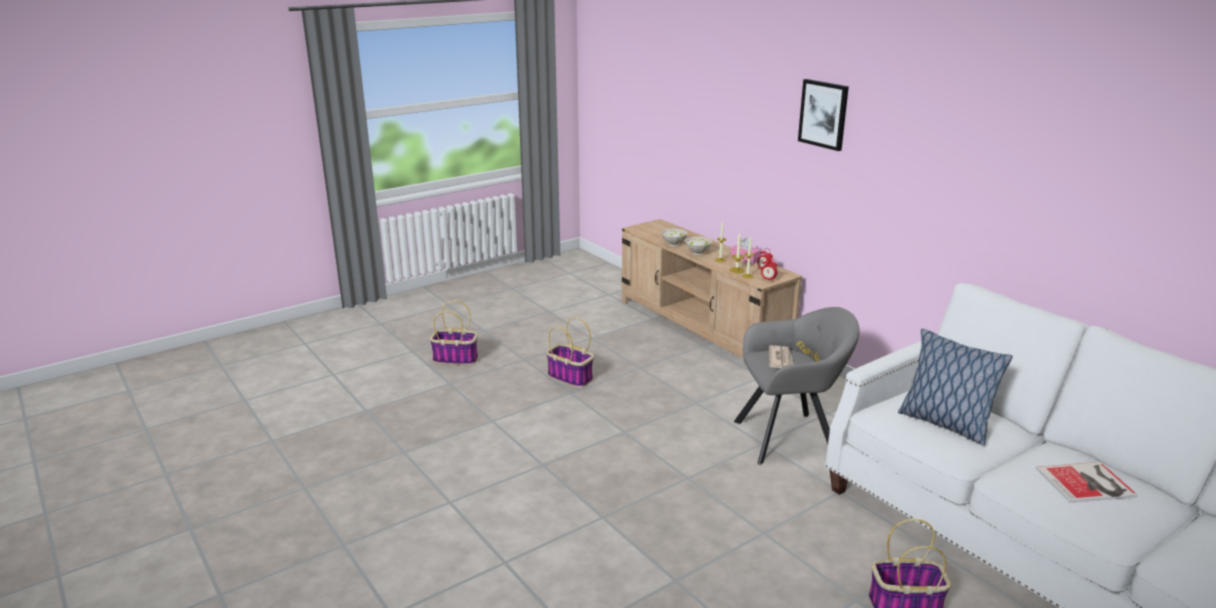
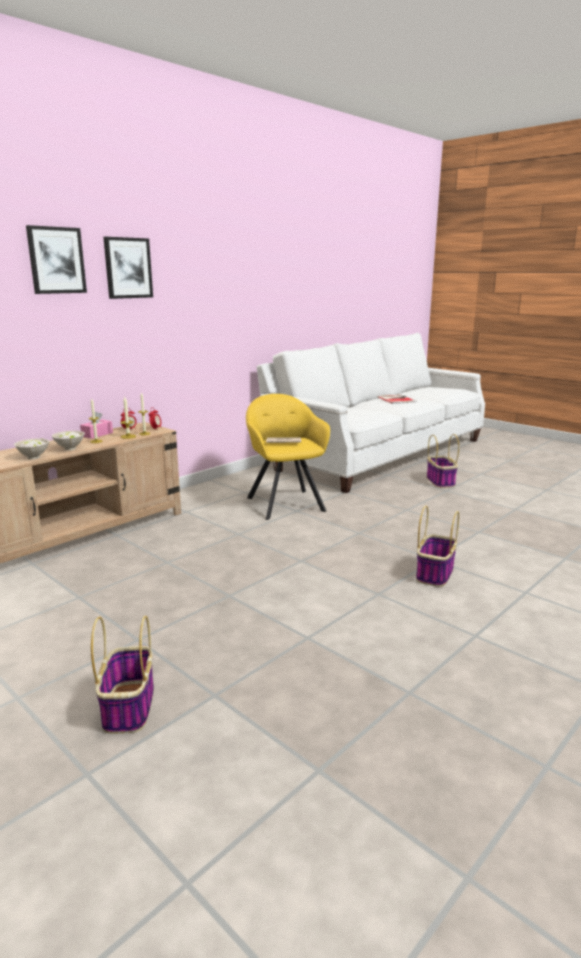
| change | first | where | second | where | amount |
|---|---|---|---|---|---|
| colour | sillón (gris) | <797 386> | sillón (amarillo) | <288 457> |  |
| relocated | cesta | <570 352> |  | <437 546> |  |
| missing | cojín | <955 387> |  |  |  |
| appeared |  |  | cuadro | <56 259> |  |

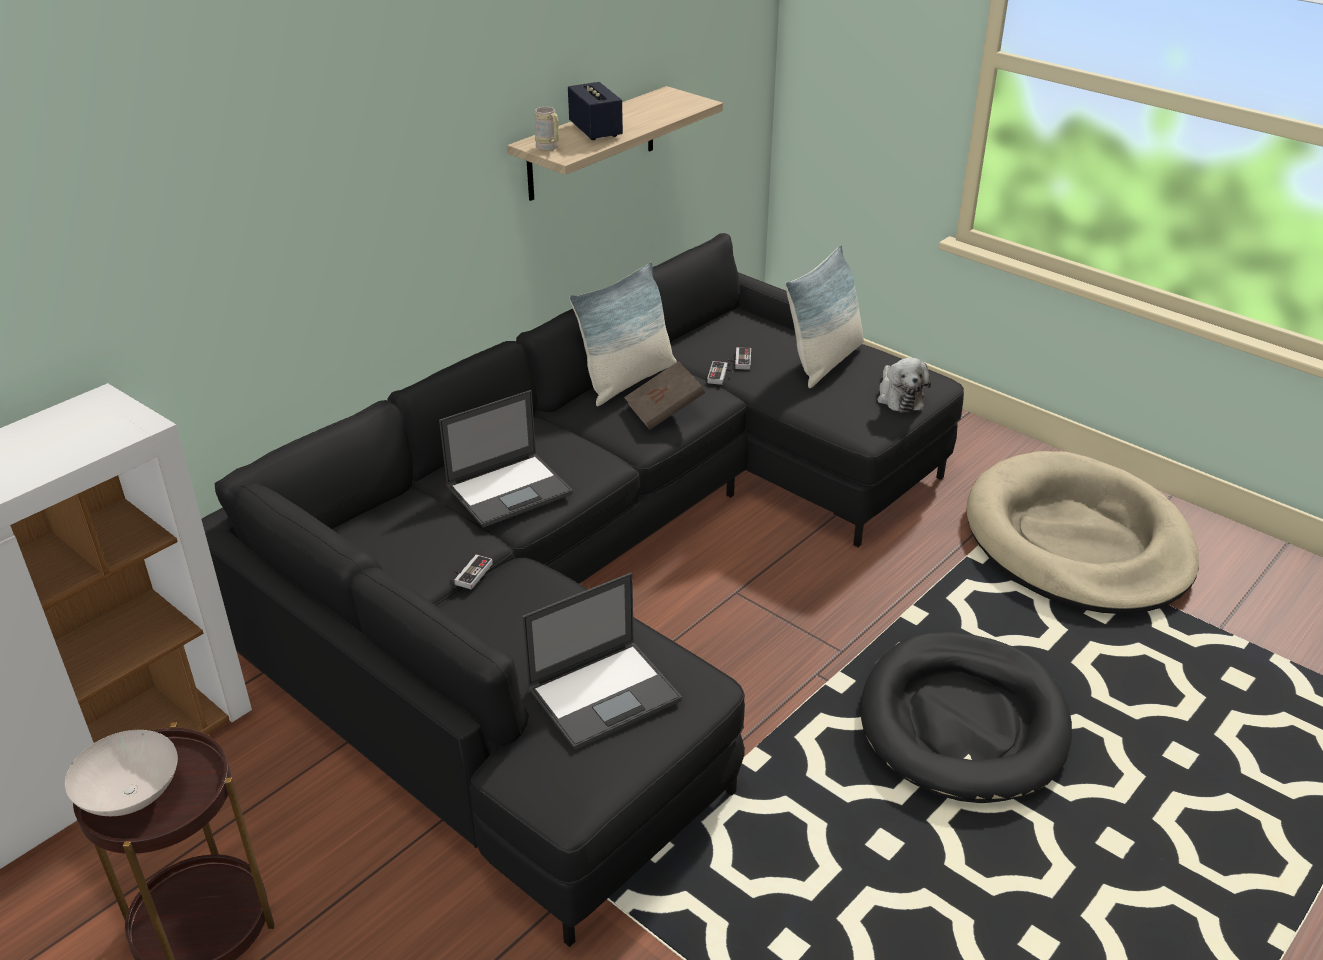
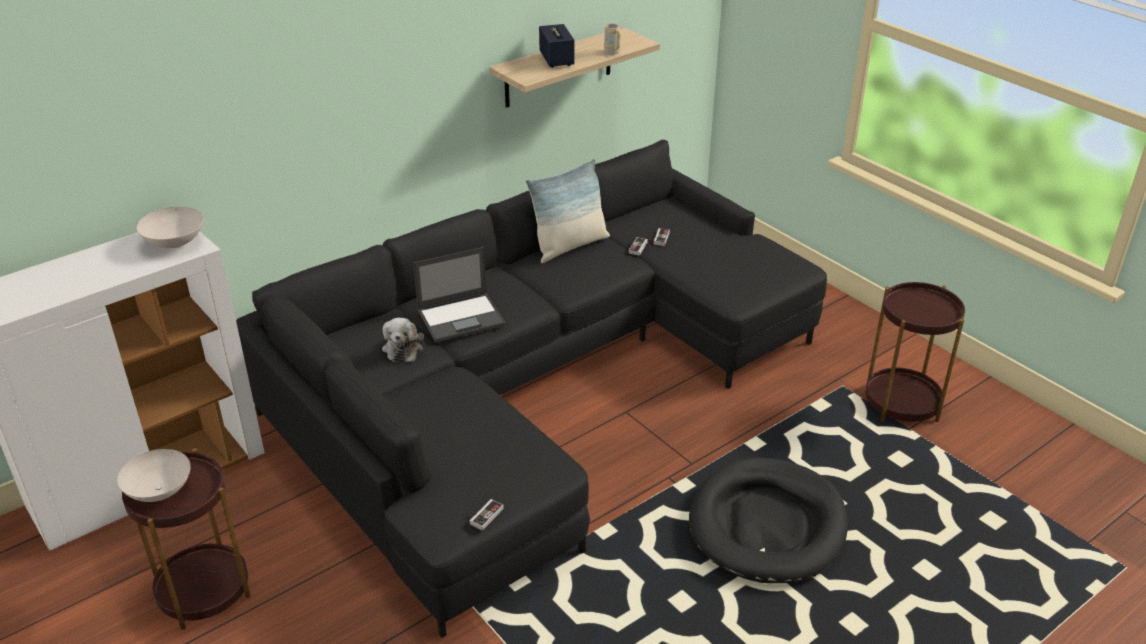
| change | first | where | second | where | amount |
|---|---|---|---|---|---|
| relocated | taza grande (beis) | <547 129> |  | <612 39> |  |
| missing | cojín | <824 316> |  |  |  |
| relocated | peluche | <904 385> |  | <403 340> |  |
| missing | libro (marrón) | <664 395> |  |  |  |
| exchanged | cama para perro (beis) | <1083 532> | mesa auxiliar (marrón) | <915 352> |  |
| relocated | mando de consola | <473 571> |  | <487 514> |  |
| missing | portátil | <602 661> |  |  |  |
| appeared |  |  | cuenco (blanco) | <170 227> |  |

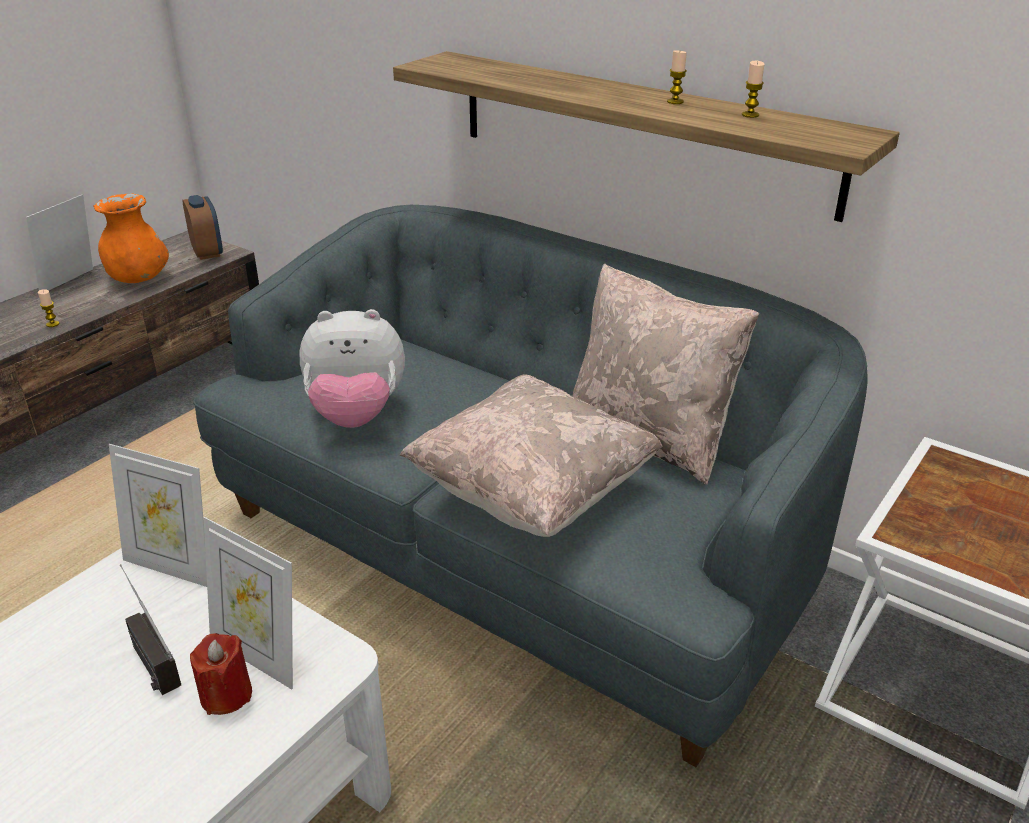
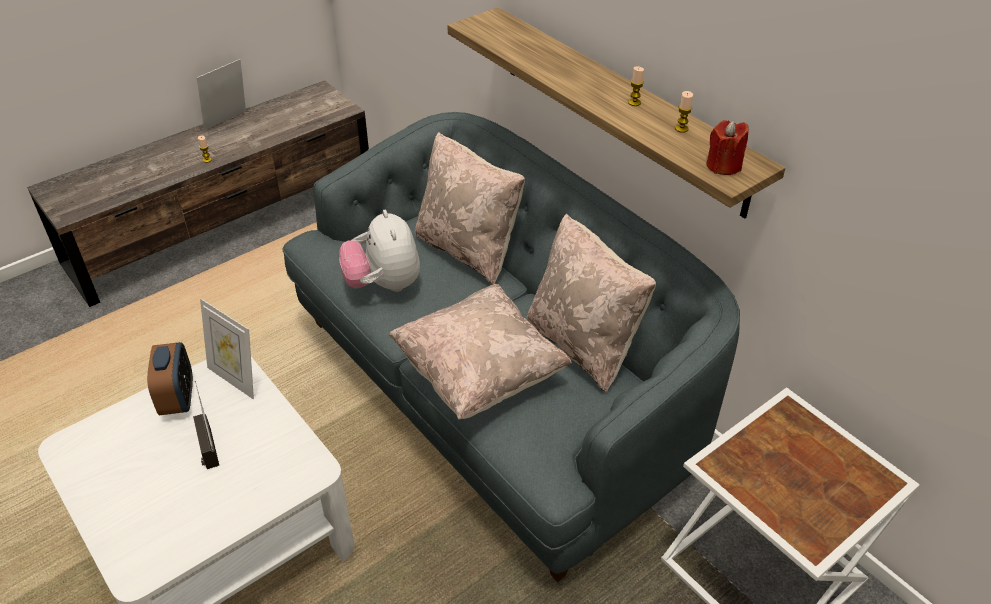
| change | first | where | second | where | amount |
|---|---|---|---|---|---|
| missing | florero (naranja) | <131 238> |  |  |  |
| relocated | despertador | <202 227> |  | <170 378> |  |
| spun | peluche | <352 368> |  | <379 251> | 60 degrees clockwise |
| missing | portarretratos | <248 603> |  |  |  |
| relocated | vela (rojo) | <221 674> |  | <727 147> |  |
| appeared |  |  | cojín (beis) | <470 208> |  |

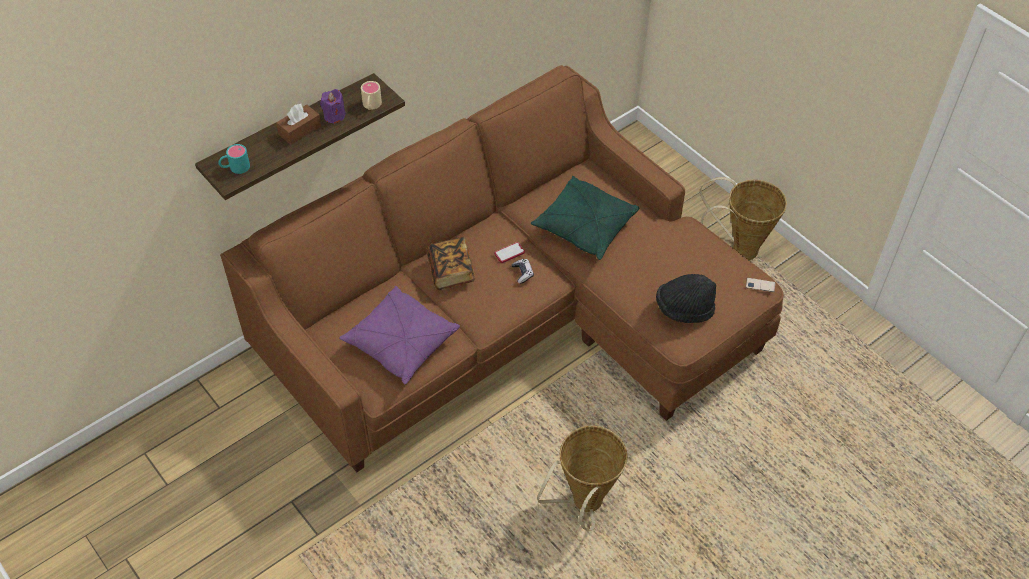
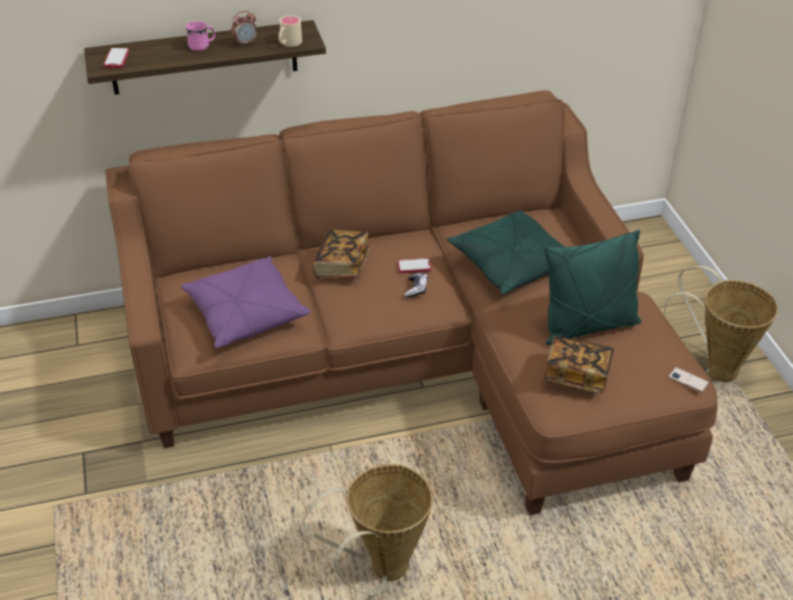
| change | first | where | second | where | amount |
|---|---|---|---|---|---|
| exchanged | vela (morado) | <333 106> | despertador | <244 28> |  |
| exchanged | caja de pañuelos (marrón) | <298 124> | taza grande (rosa) | <200 36> |  |
| exchanged | taza grande (turquesa) | <234 159> | móvil | <116 58> |  |
| exchanged | sombrero (negro) | <686 298> | libro | <579 364> |  |
| appeared |  |  | cojín (verde) | <592 287> |  |

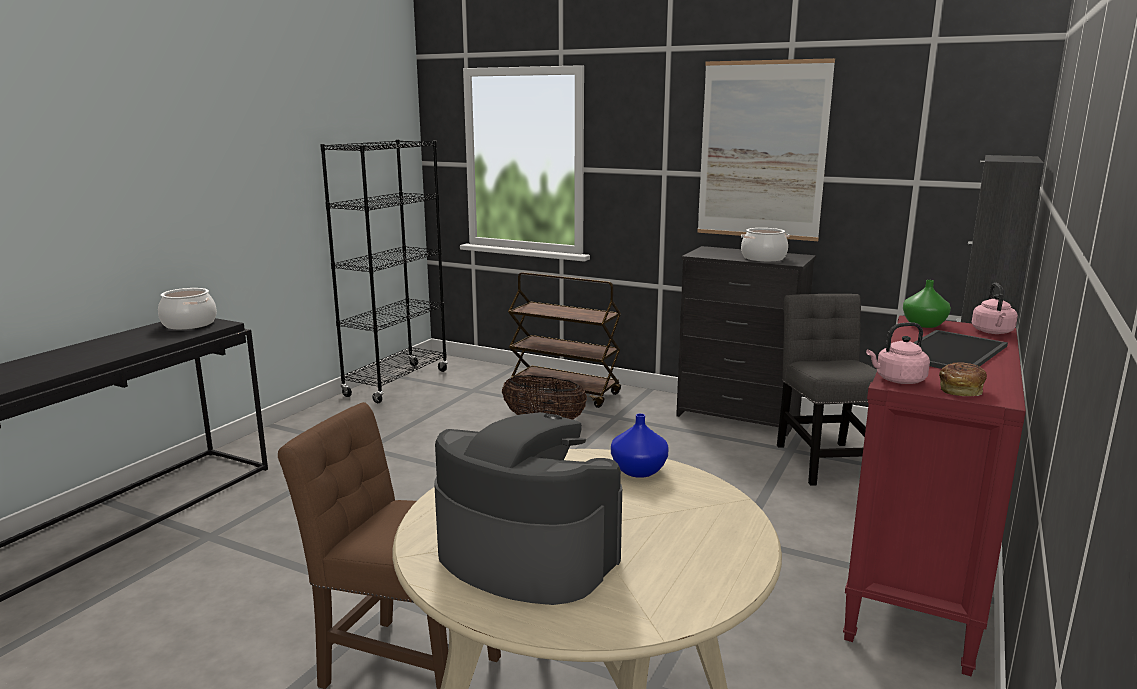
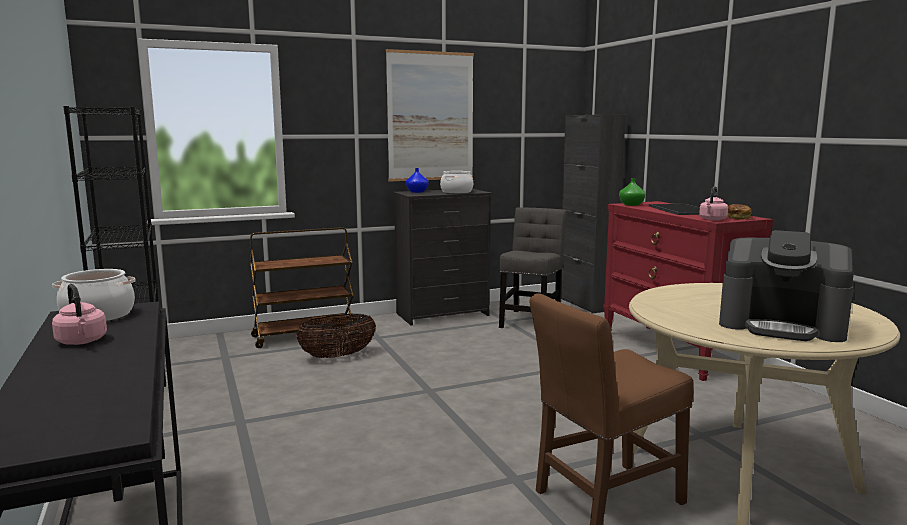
| change | first | where | second | where | amount |
|---|---|---|---|---|---|
| relocated | hervidor (rosa) | <995 308> |  | <79 314> |  |
| spun | silla (gris) | <827 390> |  | <533 267> | 75 degrees clockwise |
| spun | cafetera | <528 508> |  | <786 286> | 135 degrees counterclockwise |
| relocated | florero (azul) | <640 445> |  | <417 180> |  |

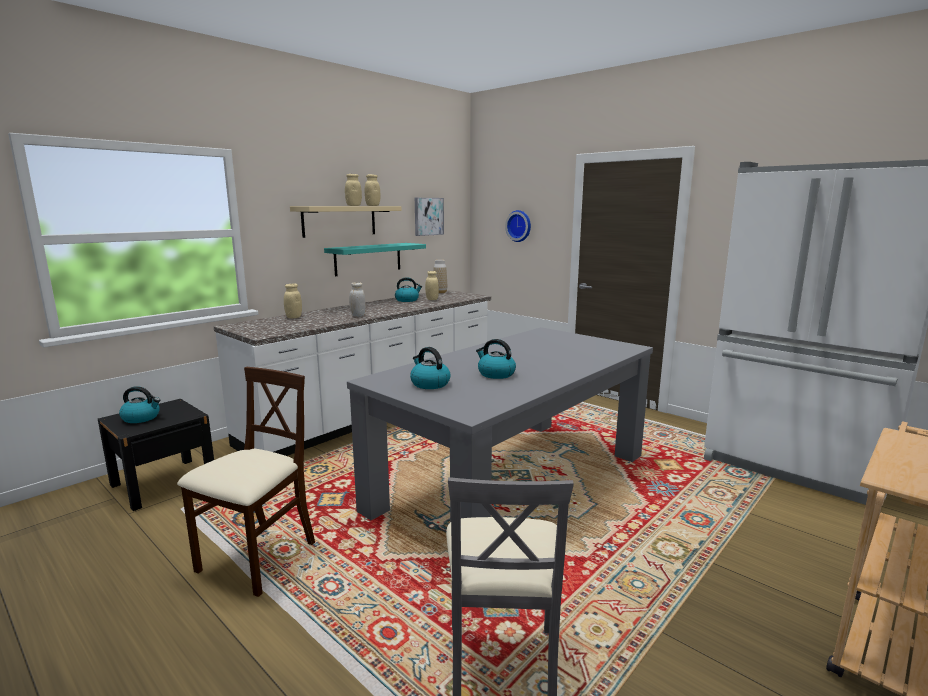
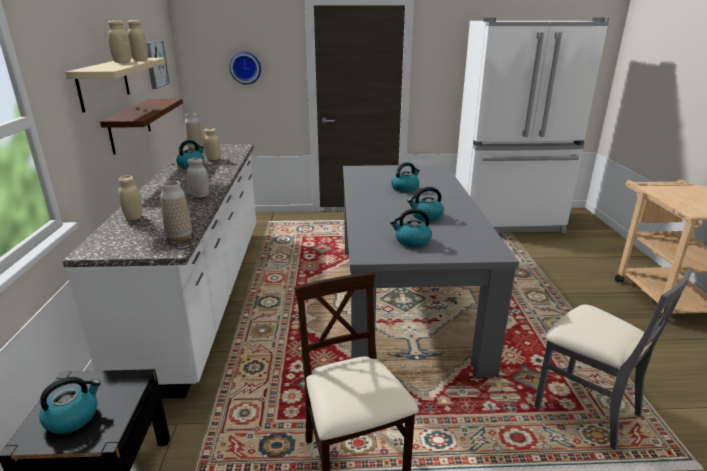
| change | first | where | second | where | amount |
|---|---|---|---|---|---|
| colour | estante (turquesa) | <375 260> | estante (marrón) | <141 127> |  |
| appeared |  |  | hervidor | <405 177> |  |
| appeared |  |  | florero | <176 211> |  |

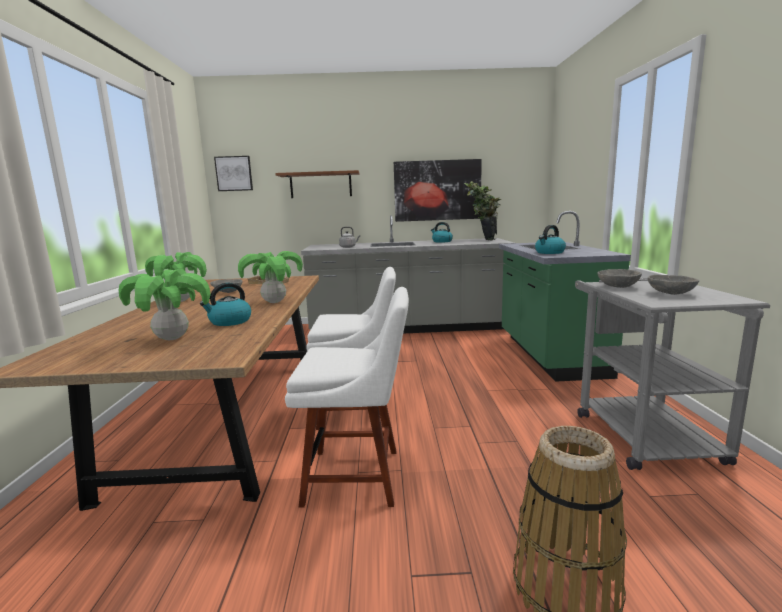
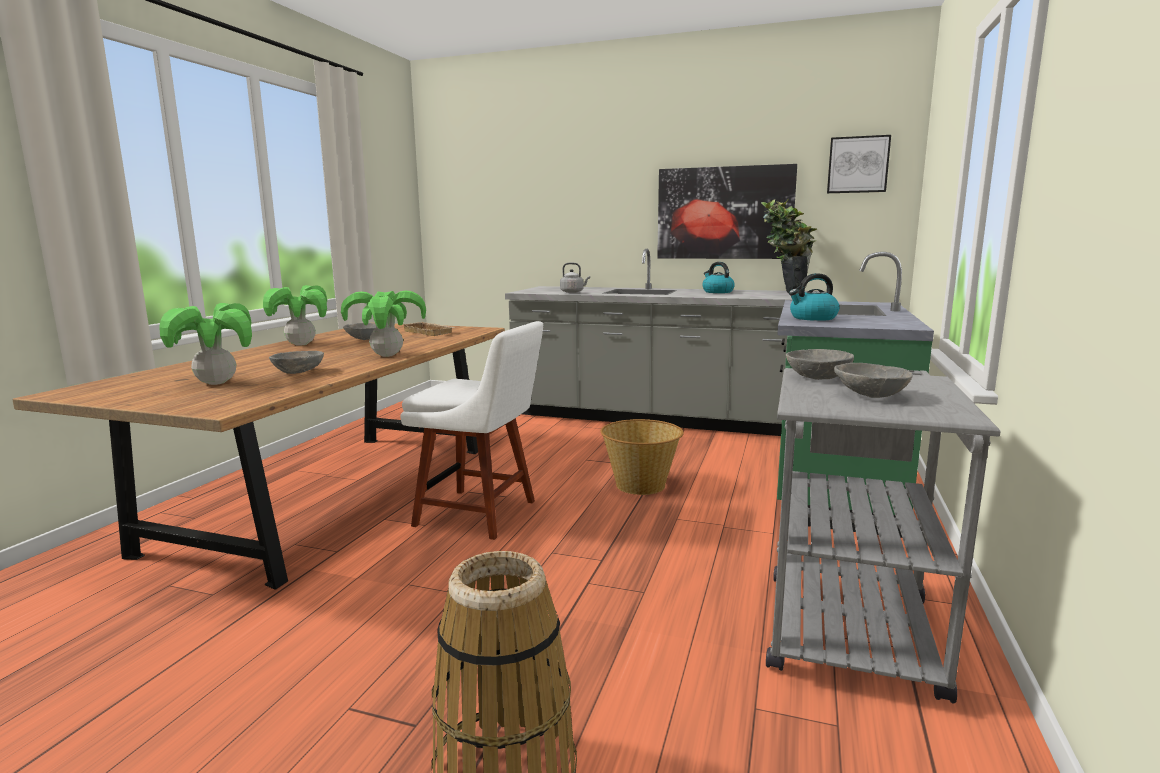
| change | first | where | second | where | amount |
|---|---|---|---|---|---|
| relocated | cuadro | <233 173> |  | <859 164> |  |
| missing | estante (marrón) | <317 184> |  |  |  |
| exchanged | hervidor | <225 304> | cuenco (gris) | <296 362> |  |
| missing | silla (blanco) | <347 397> |  |  |  |
| appeared |  |  | cesta | <642 457> |  |

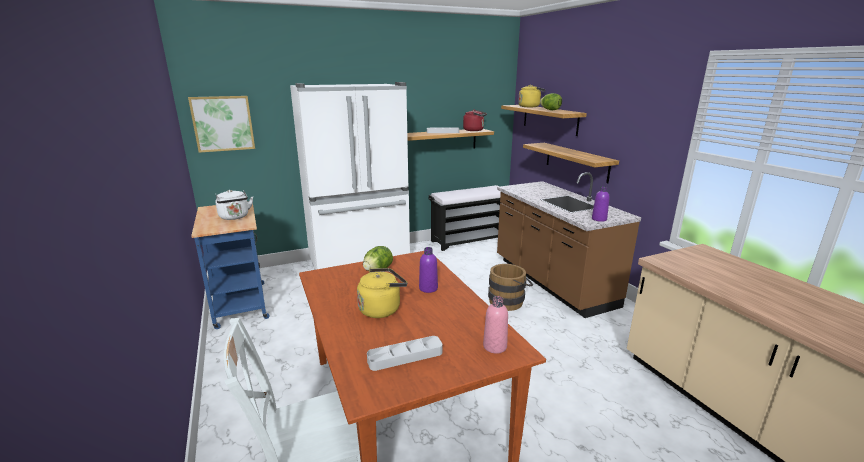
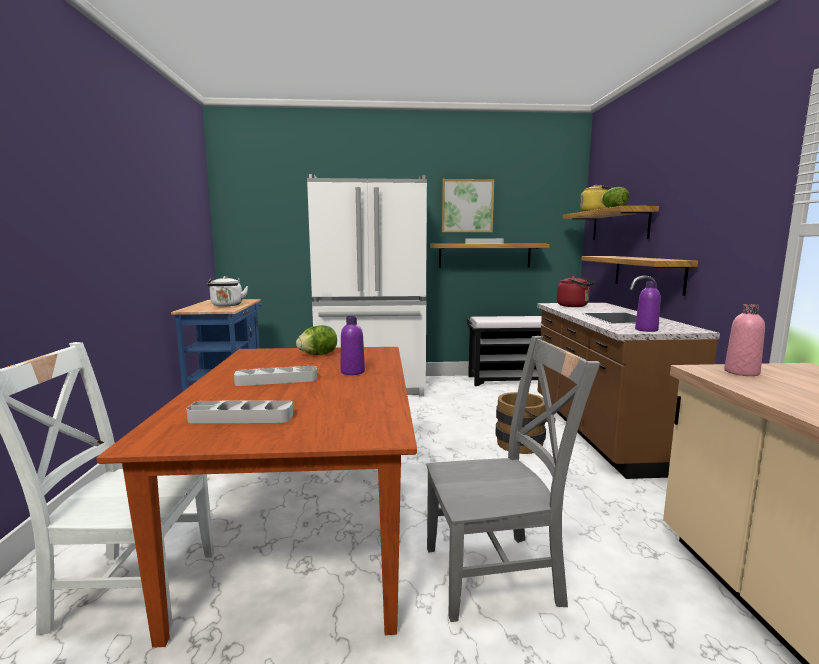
| change | first | where | second | where | amount |
|---|---|---|---|---|---|
| relocated | cuadro | <221 124> |  | <468 205> |  |
| relocated | hervidor (rojo) | <475 120> |  | <576 291> |  |
| exchanged | hervidor (amarillo) | <382 293> | bandeja (gris) | <275 376> |  |
| relocated | botella (rosa) | <495 325> |  | <744 340> |  |
| appeared |  |  | silla (gris) | <513 479> |  |

